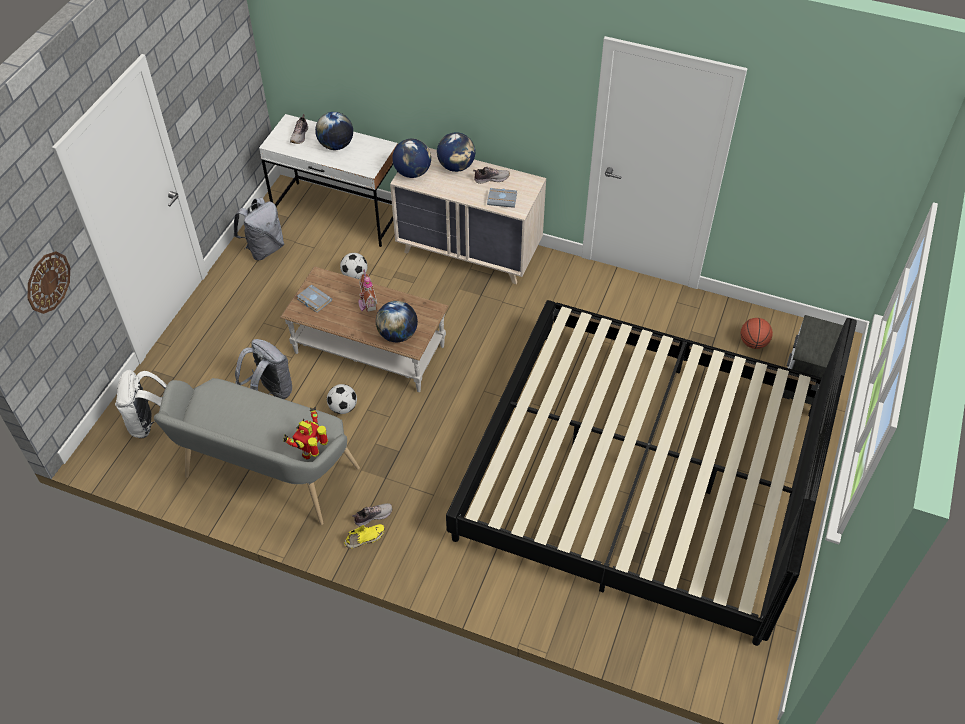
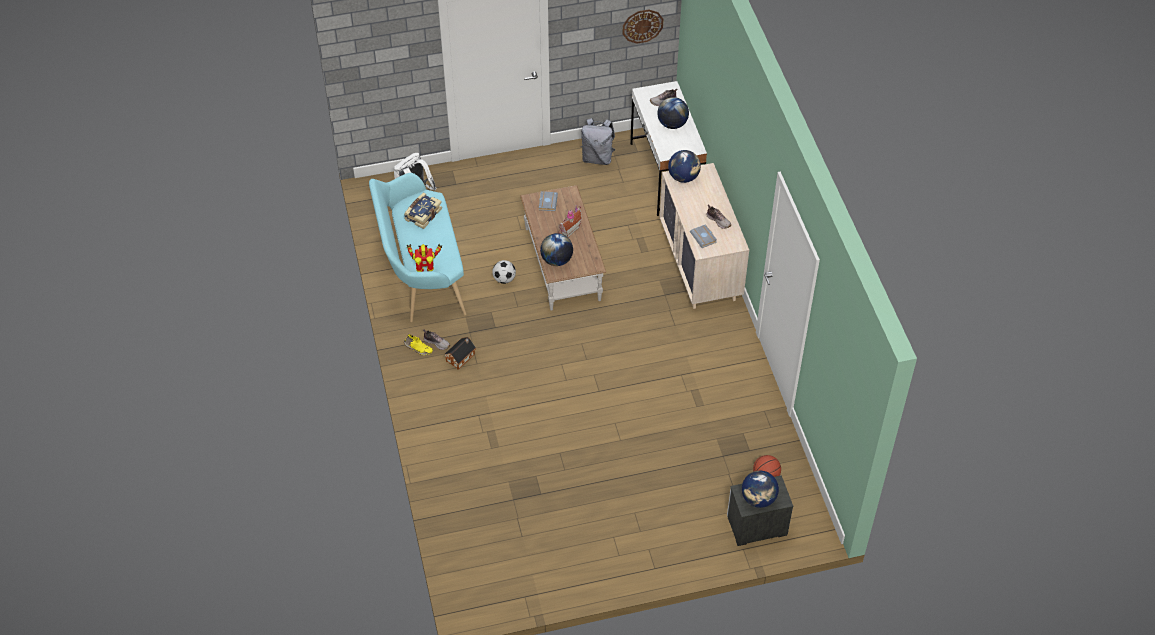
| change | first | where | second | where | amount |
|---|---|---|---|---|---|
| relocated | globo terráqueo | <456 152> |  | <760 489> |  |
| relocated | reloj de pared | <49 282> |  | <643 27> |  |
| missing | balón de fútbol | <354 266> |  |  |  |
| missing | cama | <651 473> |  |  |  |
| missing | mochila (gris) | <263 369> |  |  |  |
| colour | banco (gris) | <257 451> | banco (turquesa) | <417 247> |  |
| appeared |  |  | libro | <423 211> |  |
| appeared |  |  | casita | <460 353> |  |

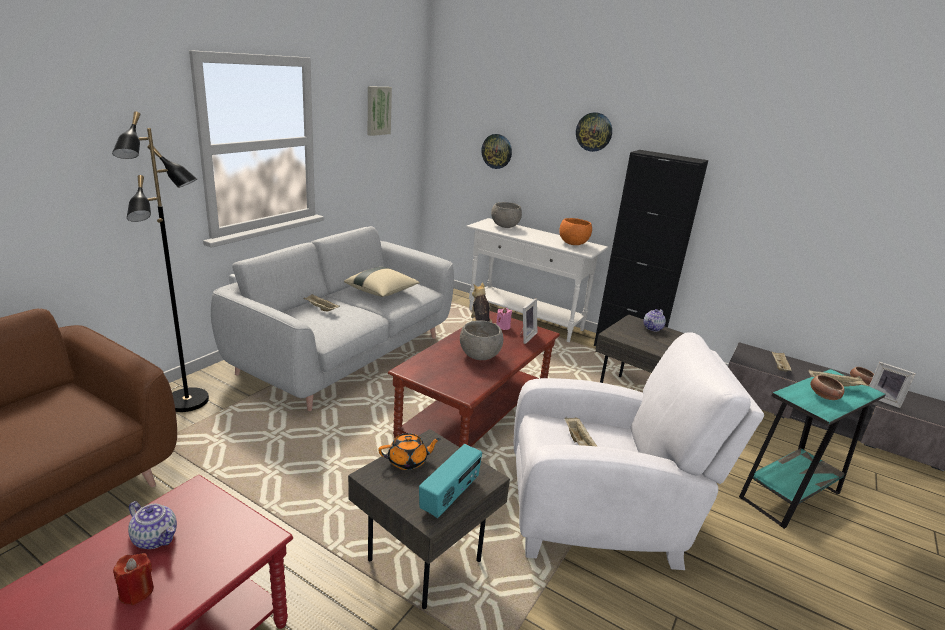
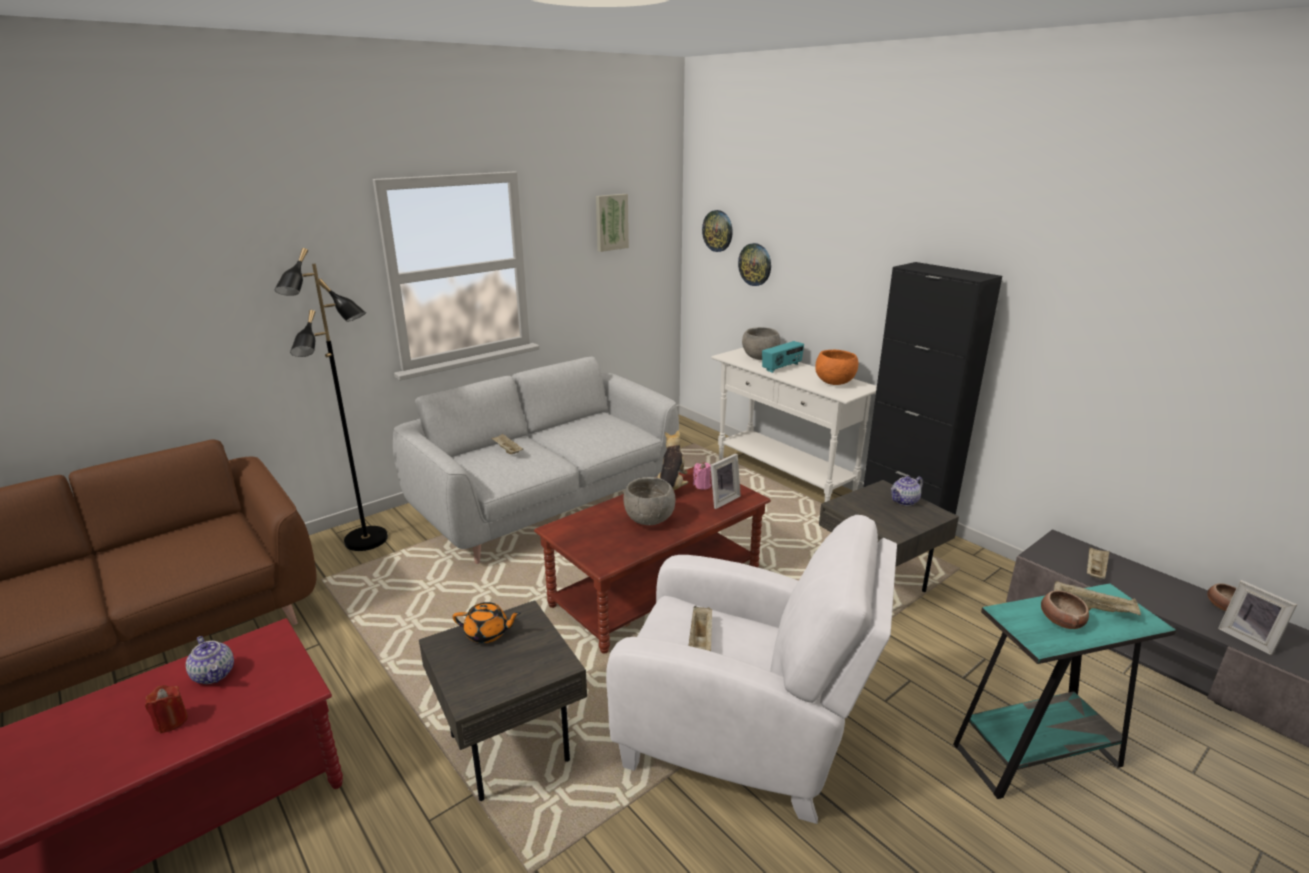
| change | first | where | second | where | amount |
|---|---|---|---|---|---|
| relocated | reloj de pared | <594 132> |  | <717 231> |  |
| missing | cojín (beis) | <382 282> |  |  |  |
| relocated | radio | <450 481> |  | <783 357> |  |

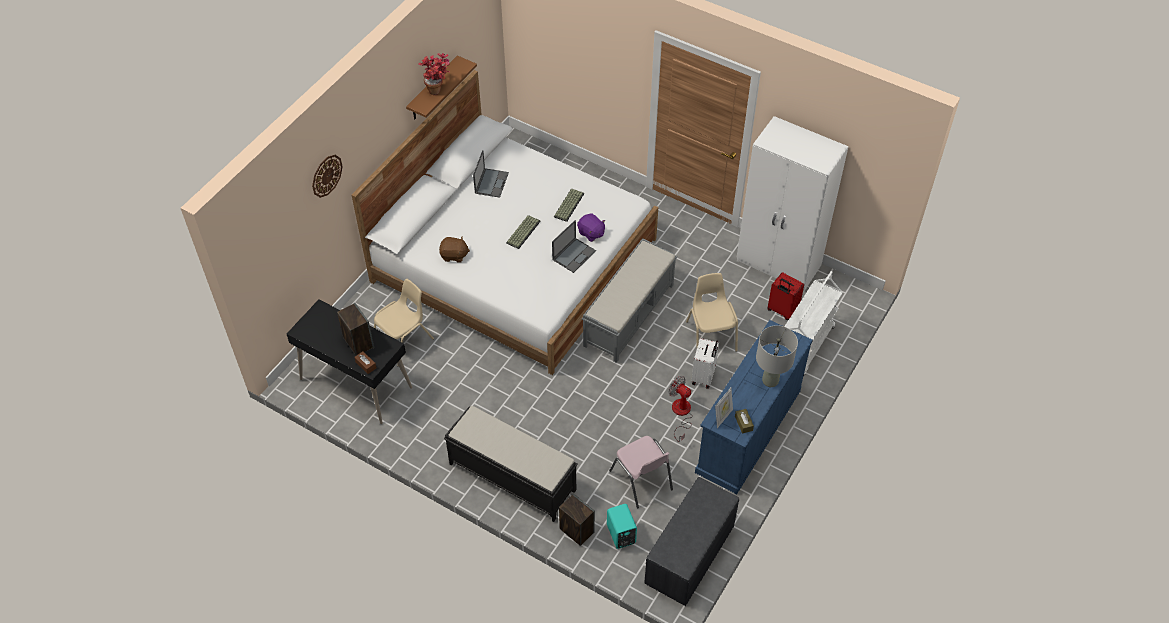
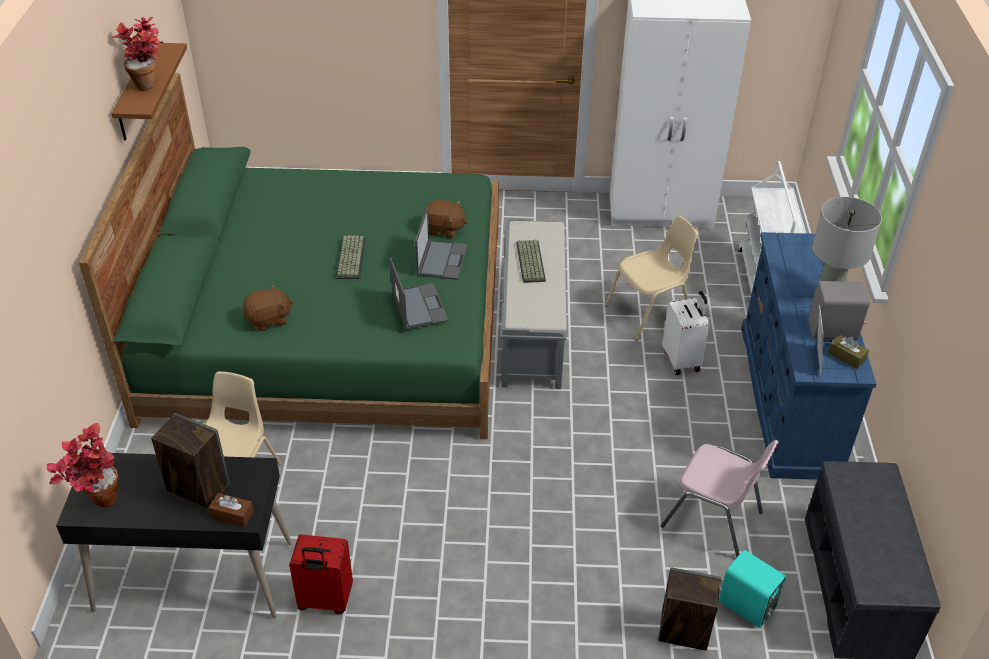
| change | first | where | second | where | amount |
|---|---|---|---|---|---|
| colour | cama (blanco) | <504 222> | cama (verde) | <289 256> |  |
| relocated | portátil | <491 174> |  | <419 293> |  |
| missing | reloj de pared | <327 176> |  |  |  |
| relocated | teclado | <569 205> |  | <531 261> |  |
| colour | peluche (morado) | <591 227> | peluche (marrón) | <445 218> |  |
| relocated | maleta (rojo) | <785 296> |  | <321 574> |  |
| spun | silla (beis) | <712 312> |  | <651 278> | 105 degrees clockwise |
| missing | ventilador | <681 409> |  |  |  |
| missing | banco (negro) | <511 464> |  |  |  |
| appeared |  |  | altavoz (gris) | <839 310> |  |
| appeared |  |  | planta en maceta | <83 465> |  |

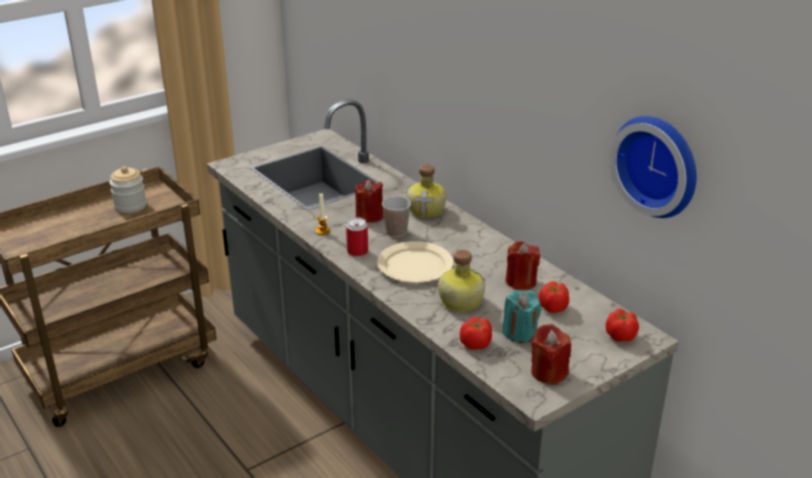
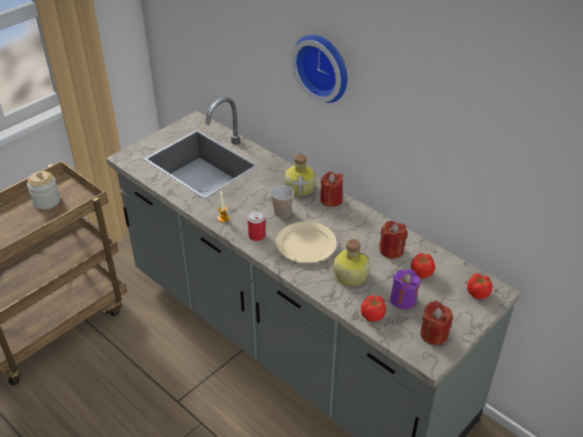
| change | first | where | second | where | amount |
|---|---|---|---|---|---|
| relocated | reloj de pared | <653 167> |  | <319 69> |  |
| relocated | vela (rojo) | <369 201> |  | <331 189> |  |
| colour | vela (turquesa) | <521 316> | vela (morado) | <405 289> |  |

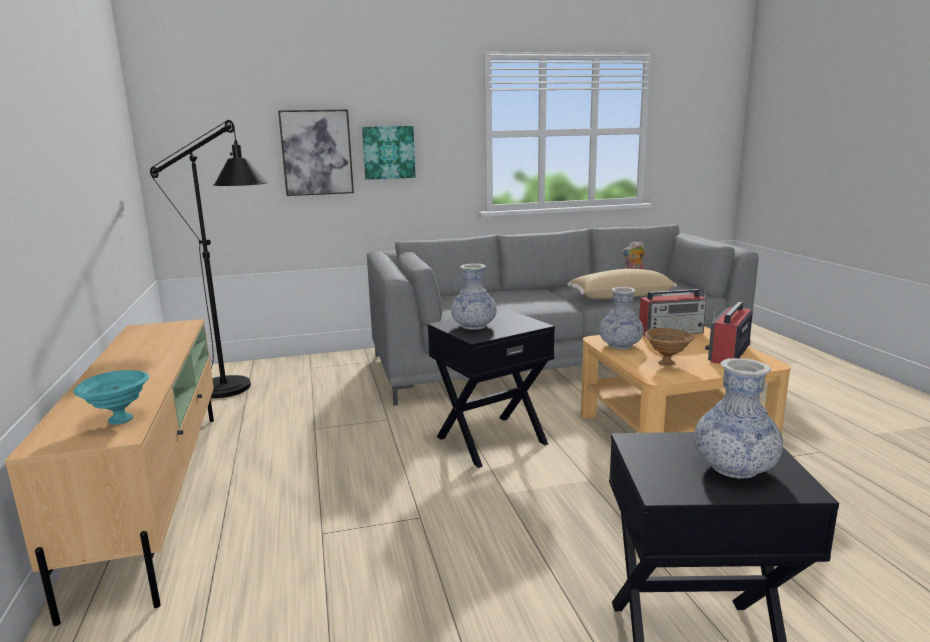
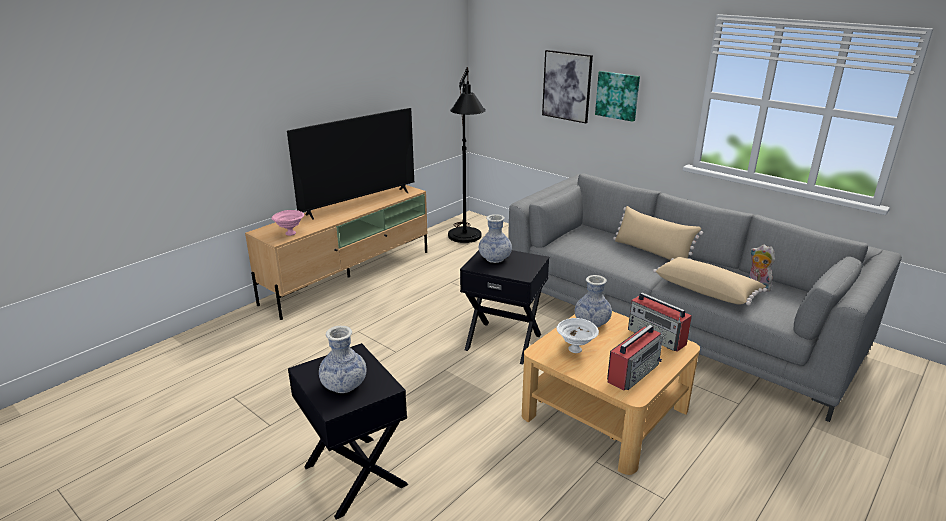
| change | first | where | second | where | amount |
|---|---|---|---|---|---|
| spun | radio | <729 333> |  | <635 357> | 135 degrees clockwise |
| colour | cuenco (marrón) | <670 347> | cuenco (blanco) | <577 335> |  |
| colour | cuenco (turquesa) | <111 397> | cuenco (rosa) | <287 223> |  |
| appeared |  |  | televisor | <350 164> |  |
| appeared |  |  | cojín (beis) | <658 233> |  |

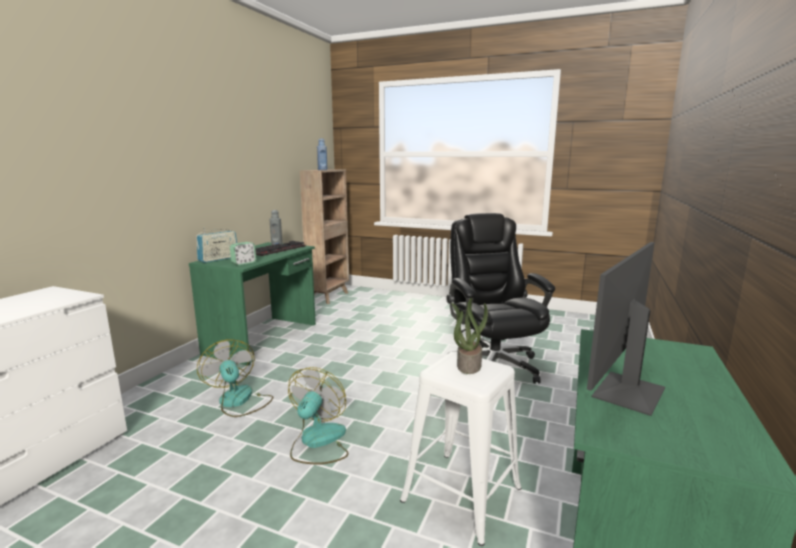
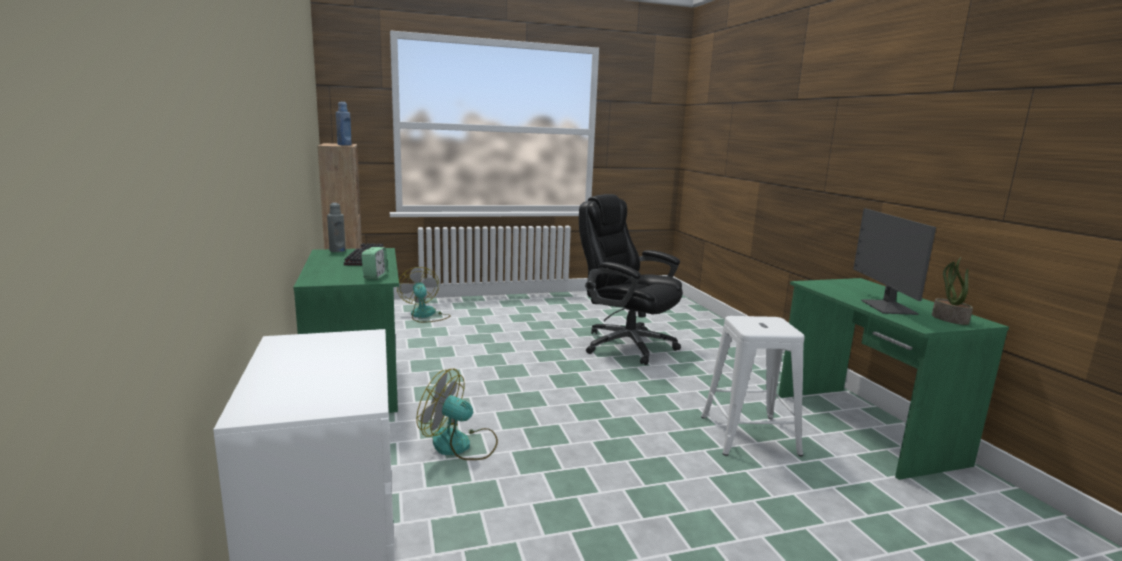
| change | first | where | second | where | amount |
|---|---|---|---|---|---|
| missing | radio | <216 245> |  |  |  |
| relocated | planta en maceta | <469 336> |  | <952 291> |  |
| relocated | ventilador | <318 415> |  | <424 295> |  |

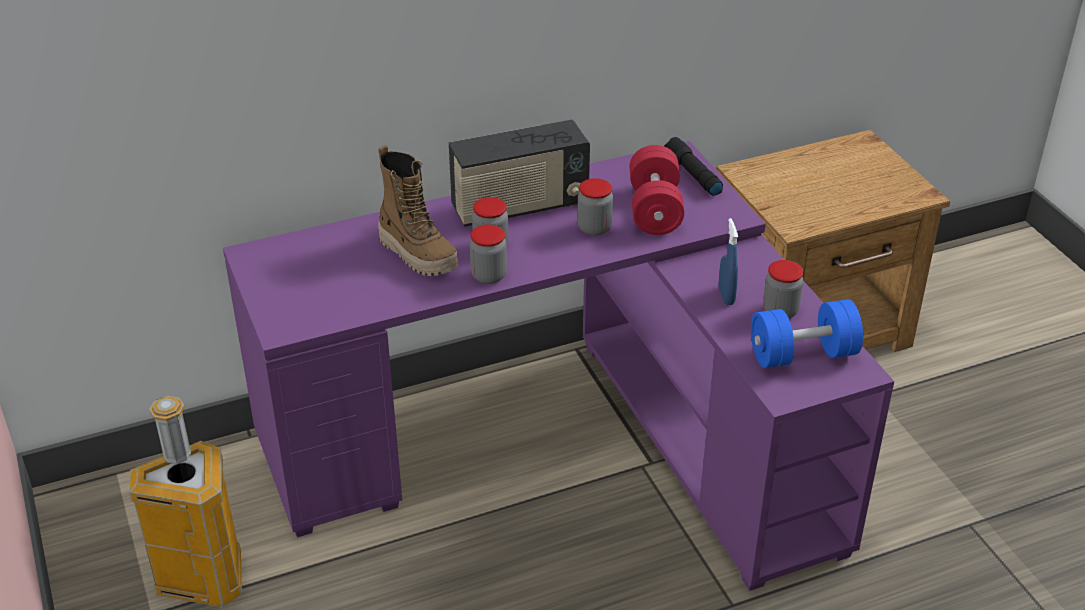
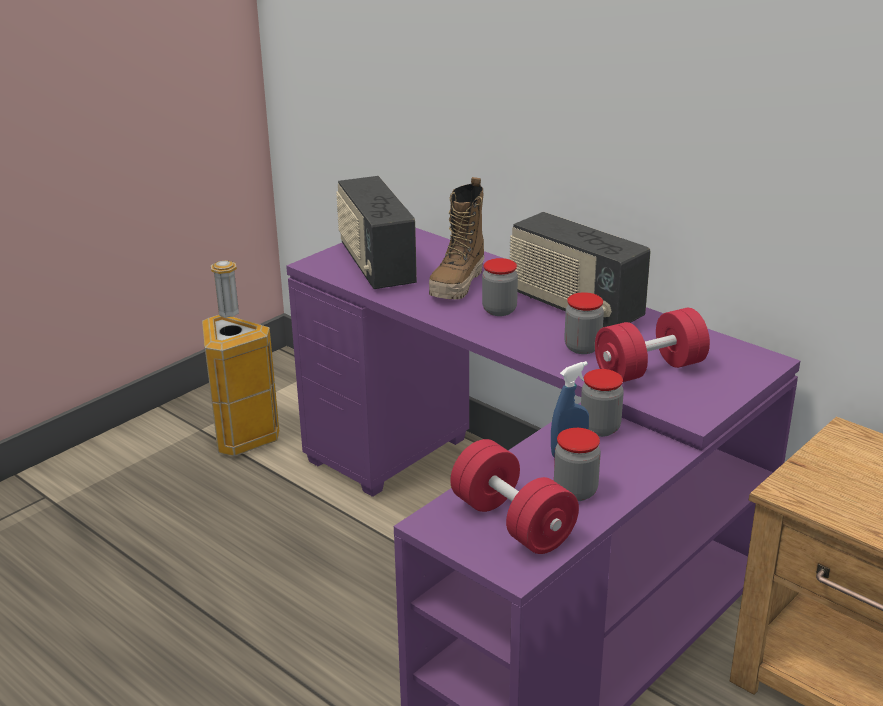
| change | first | where | second | where | amount |
|---|---|---|---|---|---|
| missing | linterna (negro) | <693 166> |  |  |  |
| relocated | tarro | <488 254> |  | <602 403> |  |
| colour | mancuerna (azul) | <807 333> | mancuerna (rojo) | <514 496> |  |
| appeared |  |  | radio | <376 232> |  |

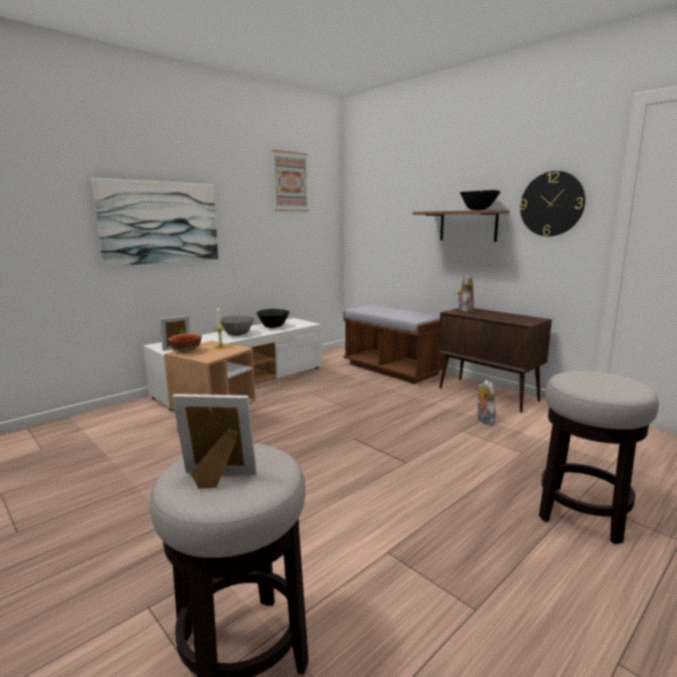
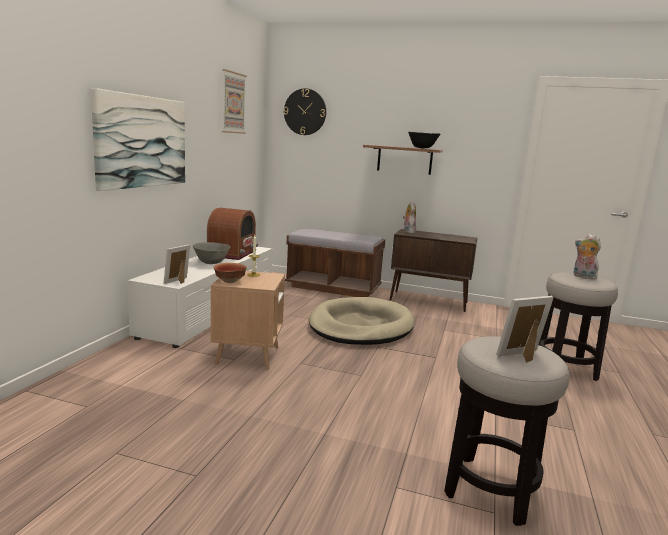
| change | first | where | second | where | amount |
|---|---|---|---|---|---|
| relocated | reloj de pared | <552 203> |  | <305 111> |  |
| exchanged | cuenco (negro) | <273 318> | radio | <232 234> |  |
| relocated | peluche | <487 402> |  | <587 257> |  |
| appeared |  |  | cama para perro (beis) | <361 321> |  |

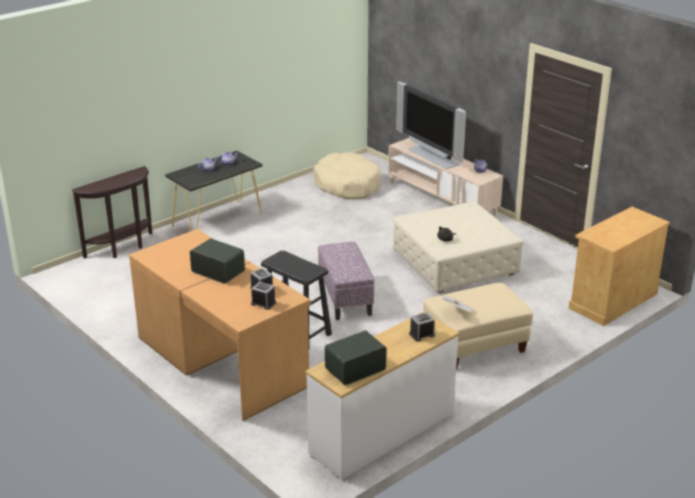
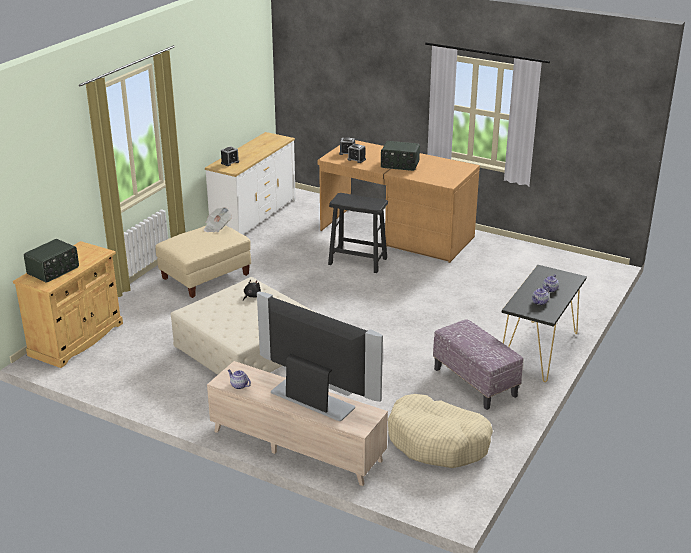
| change | first | where | second | where | amount |
|---|---|---|---|---|---|
| missing | mesa consola (marrón) | <112 212> |  |  |  |
| relocated | puf | <346 280> |  | <478 364> |  |
| relocated | radio | <356 358> |  | <51 261> |  |

